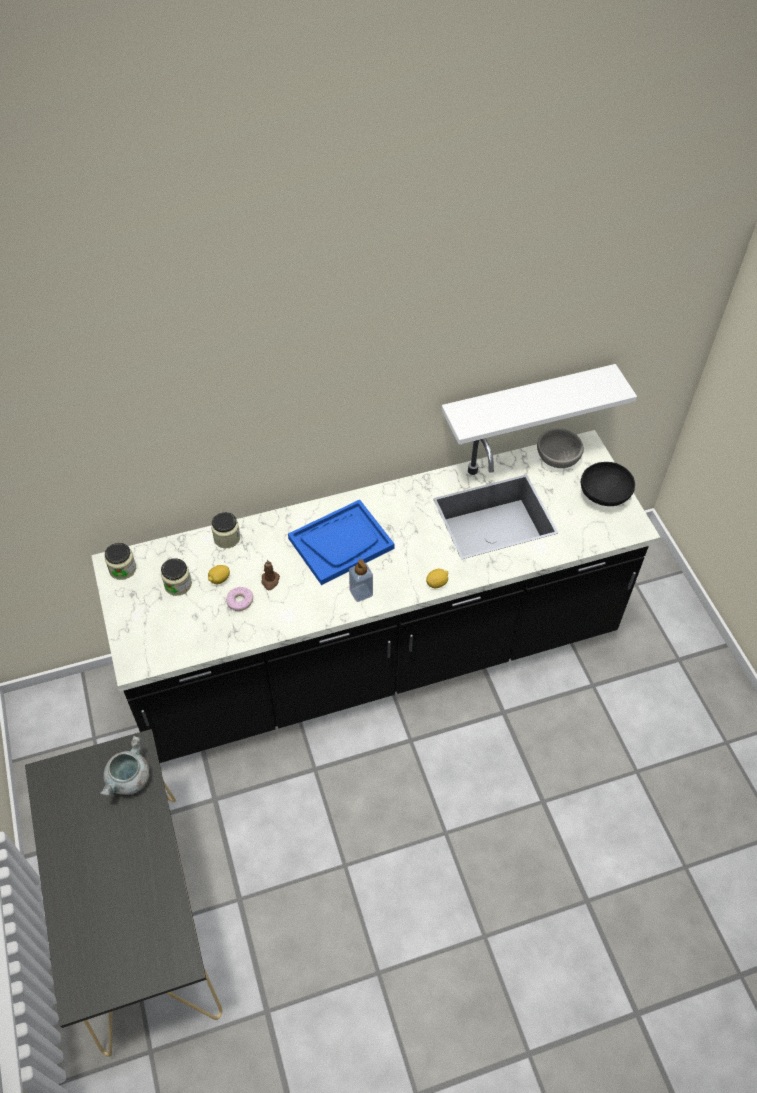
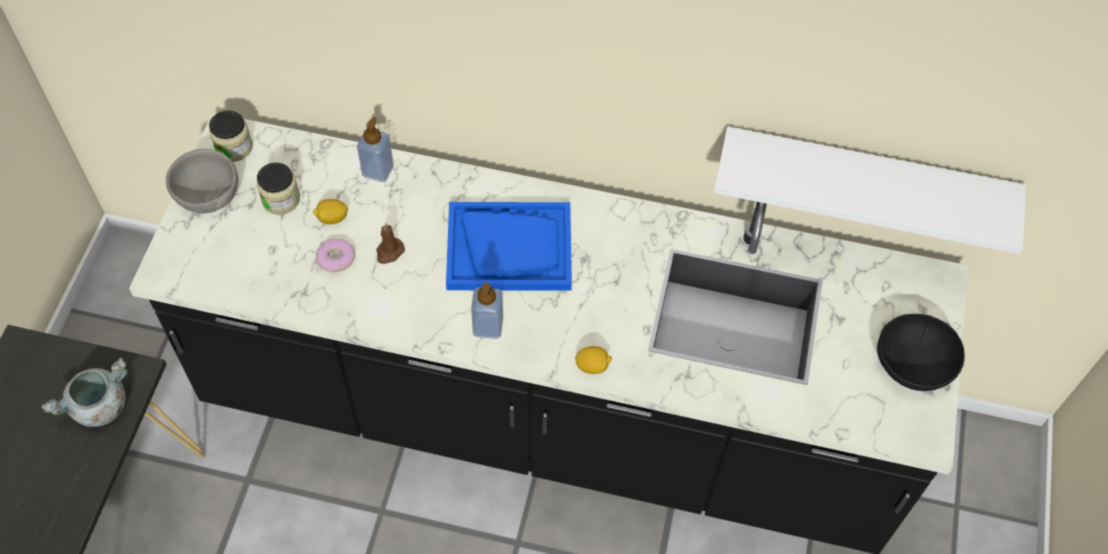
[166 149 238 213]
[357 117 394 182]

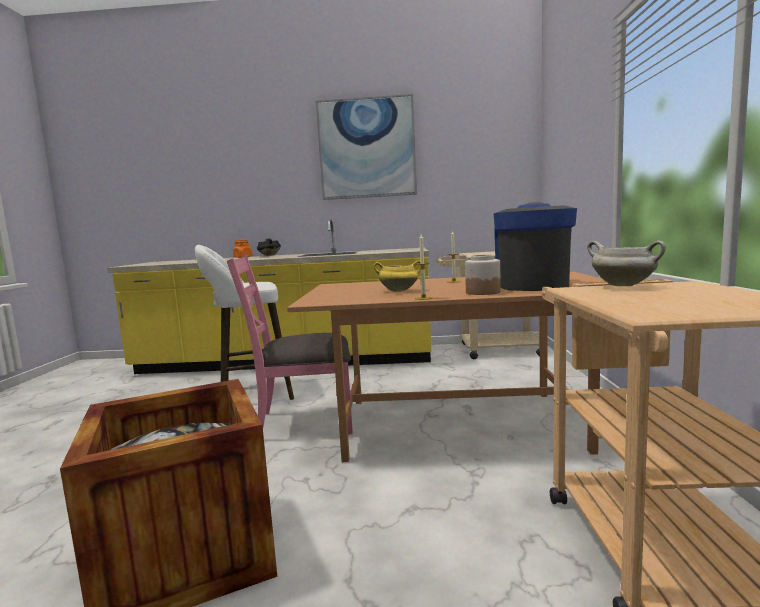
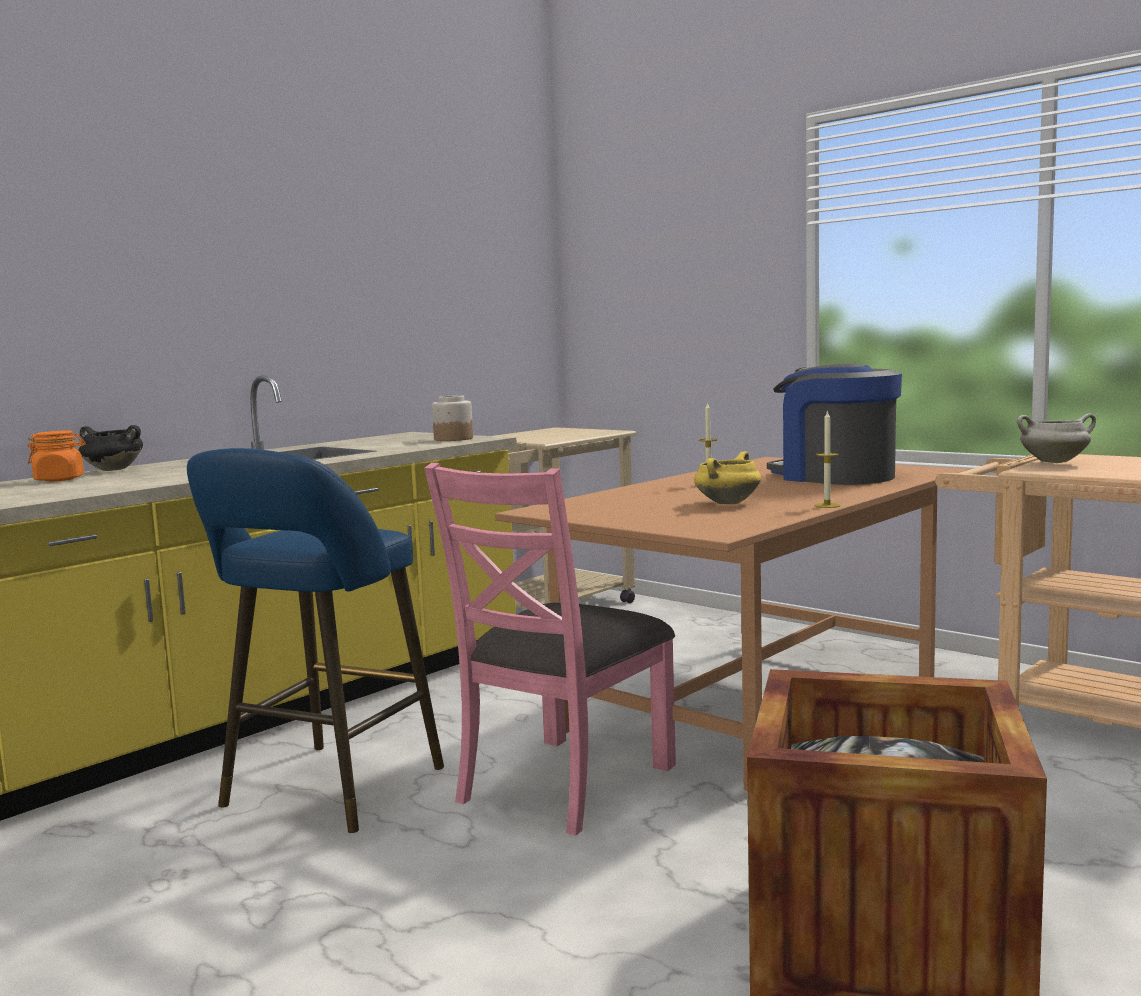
[187 448 444 833]
[432 395 473 441]
[316 94 417 200] (first image)

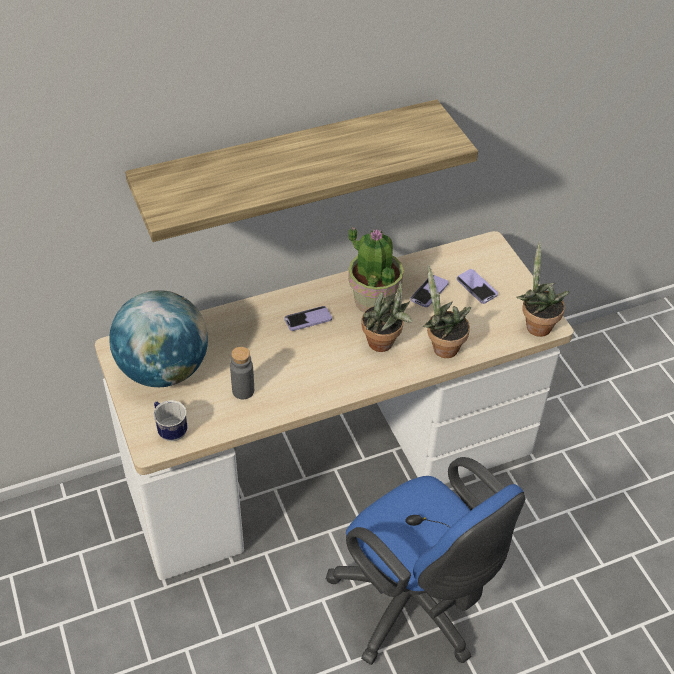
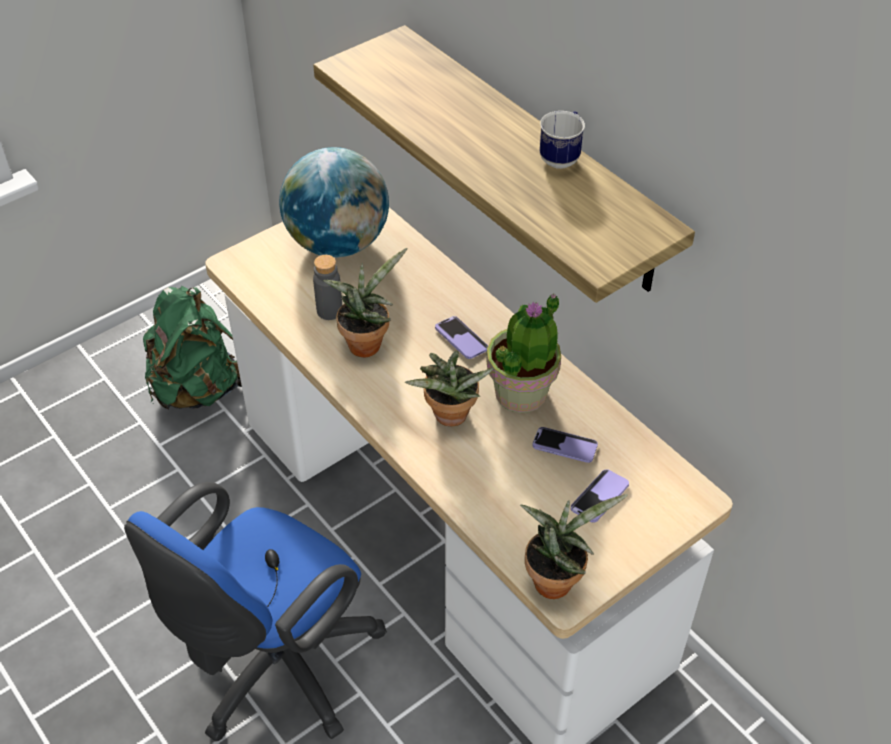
[143 286 242 410]
[323 248 407 357]
[540 111 585 169]

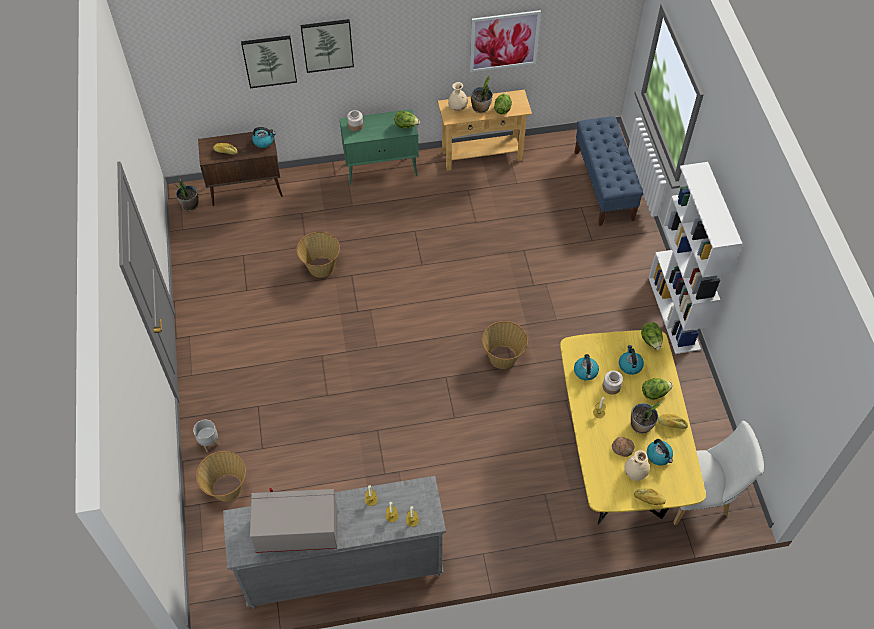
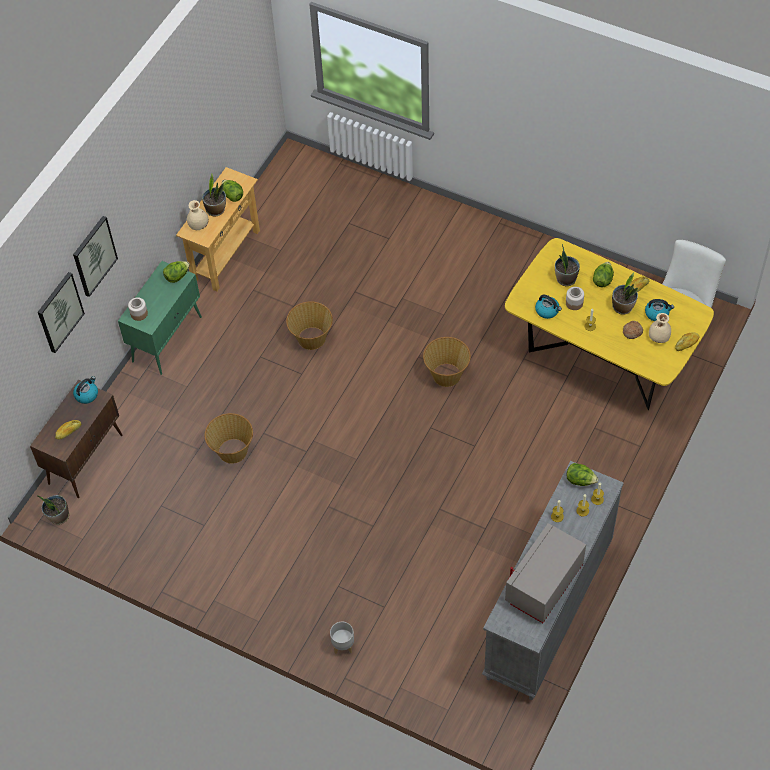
[286 301 333 350]
[555 244 580 286]
[566 463 598 486]
[470 10 541 72] (first image)
[575 117 644 226] (first image)
[648 162 743 354] (first image)

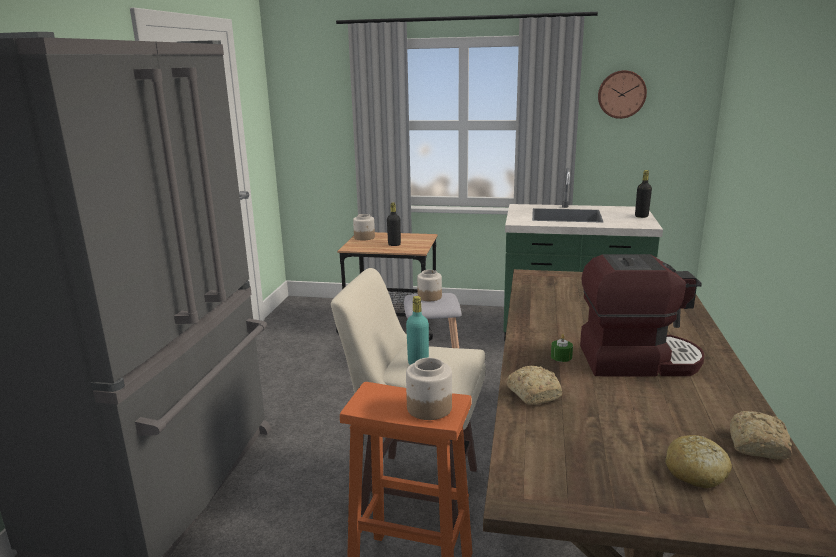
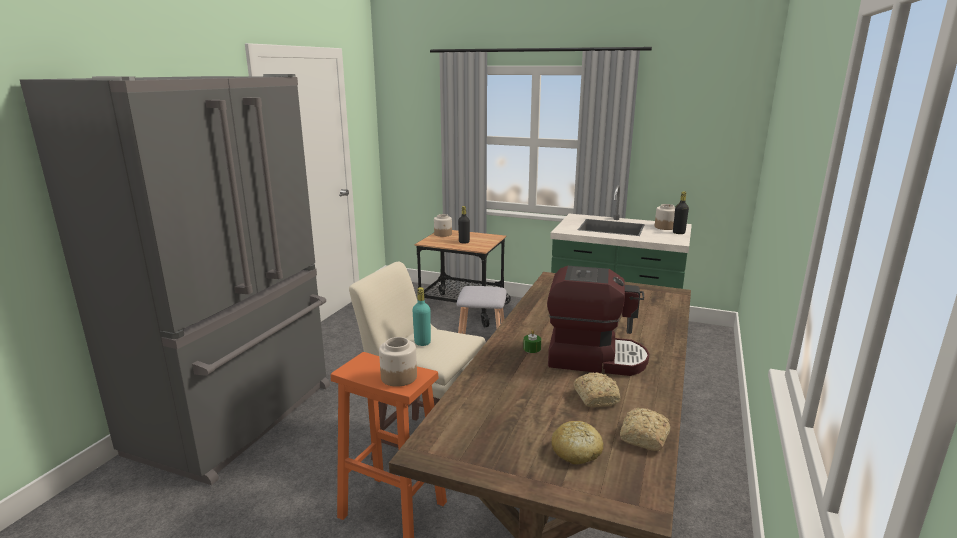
[573 372 620 407]
[655 204 675 230]
[598 70 647 119] (first image)

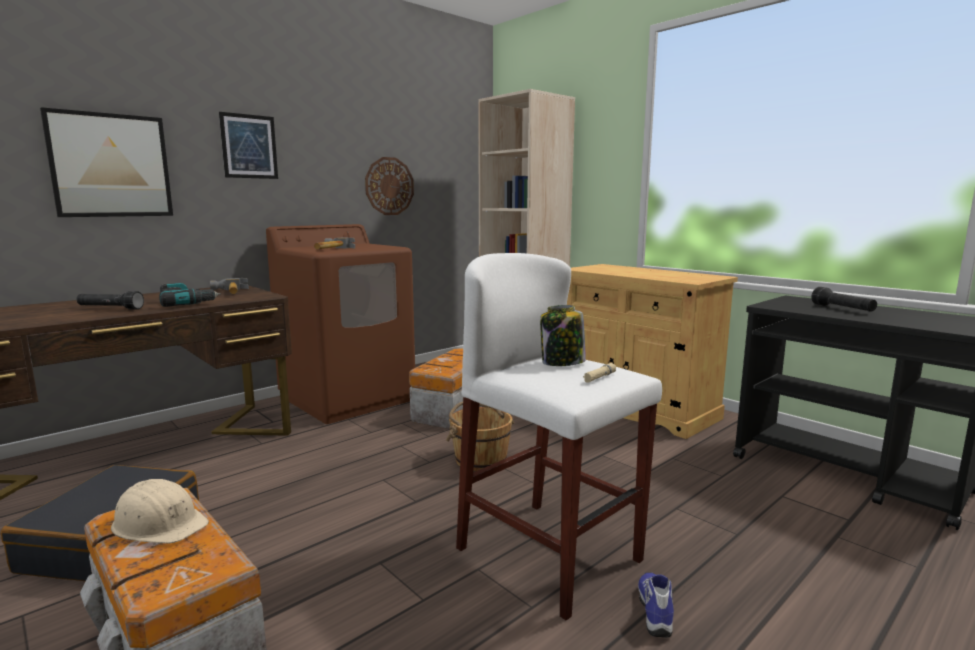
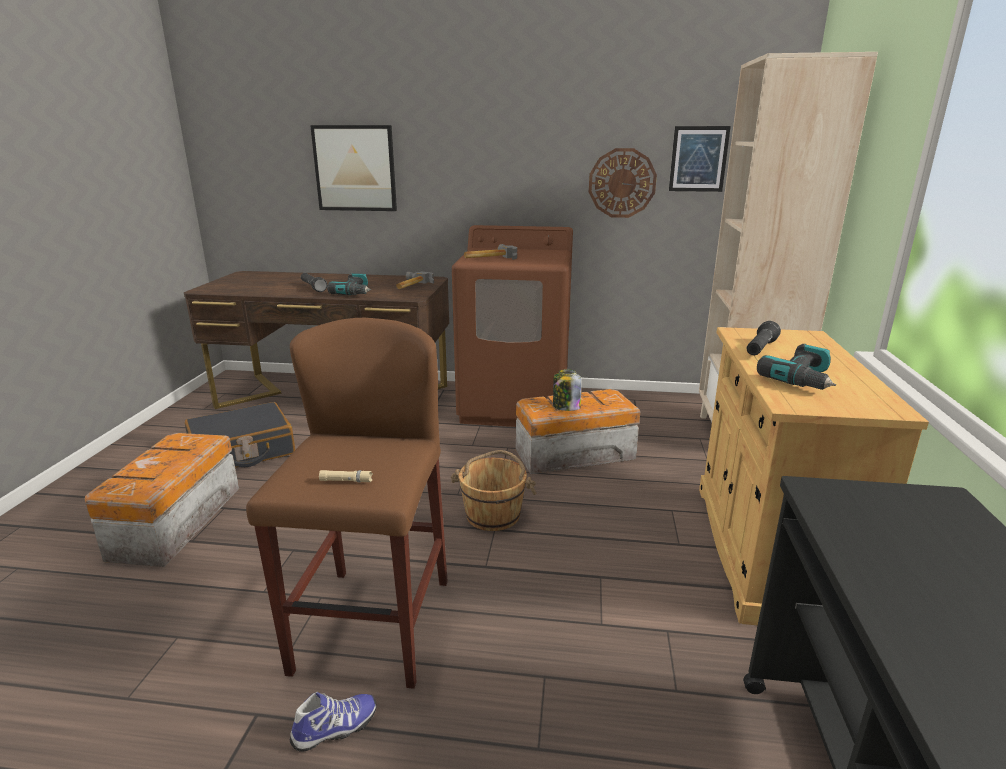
[246 318 447 689]
[553 369 581 411]
[669 126 731 192]
[747 321 781 355]
[757 344 836 390]
[111 479 209 544] (first image)

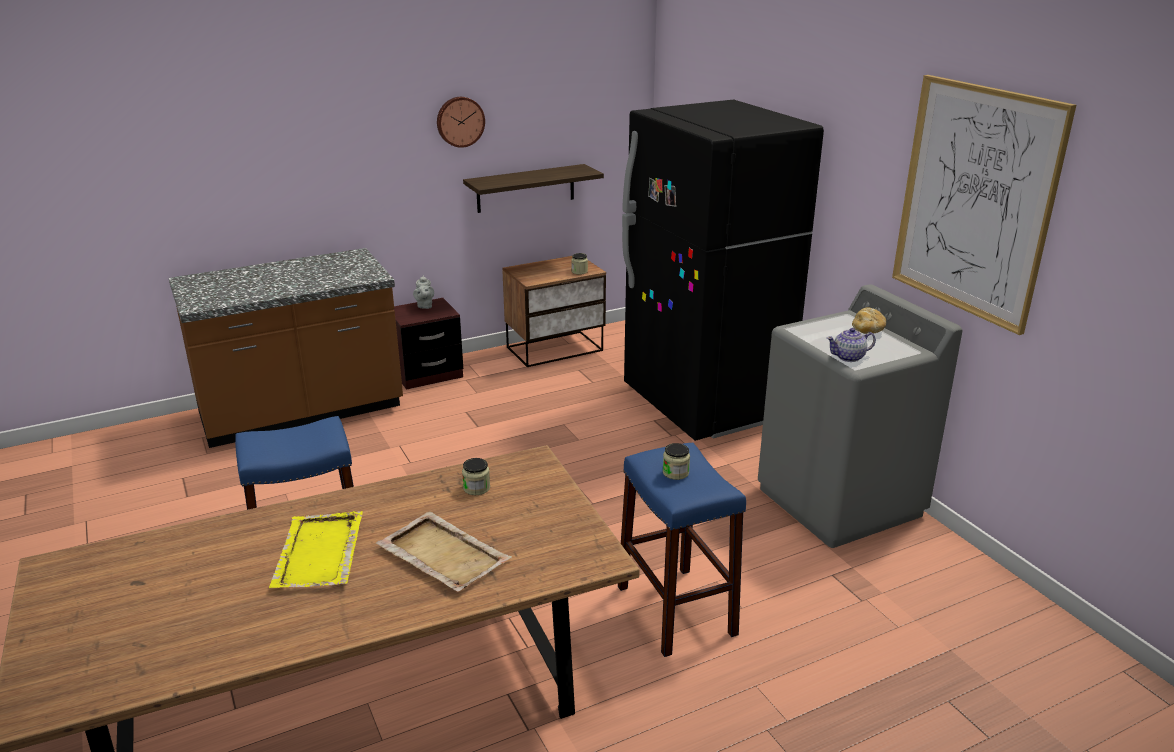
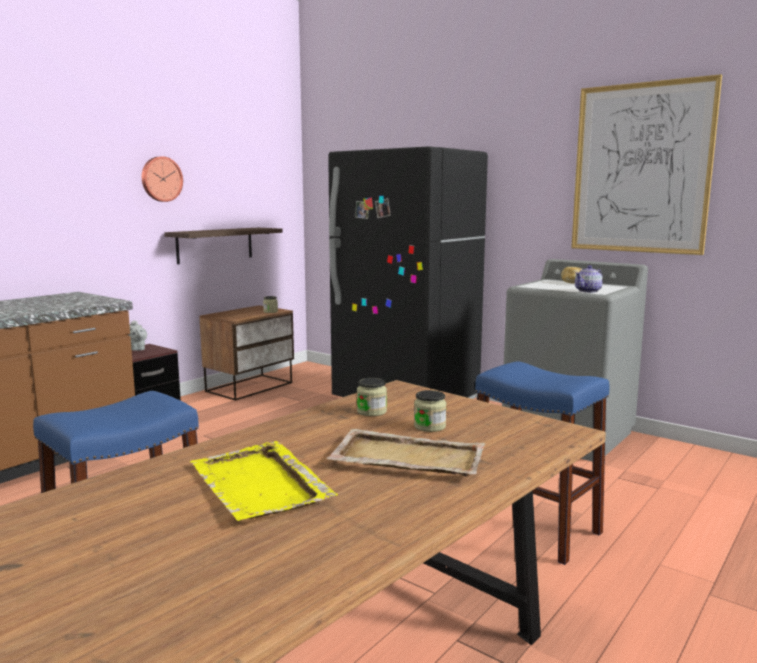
[414 390 446 432]

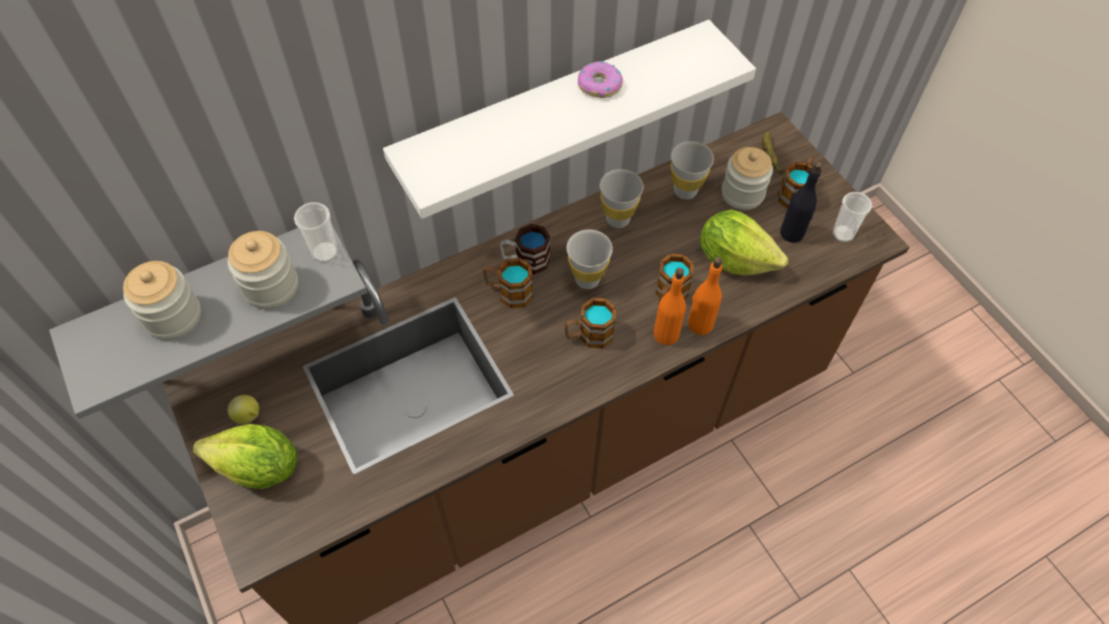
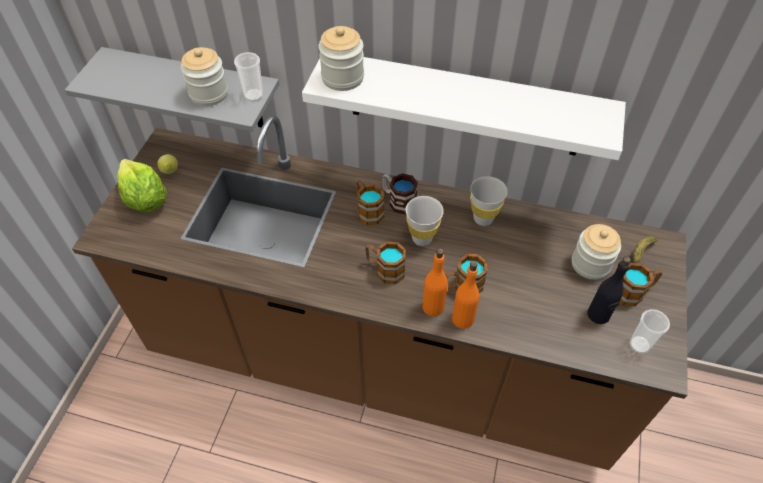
[318 26 364 91]
[578 61 623 98] (first image)
[671 141 714 200] (first image)
[700 209 789 276] (first image)

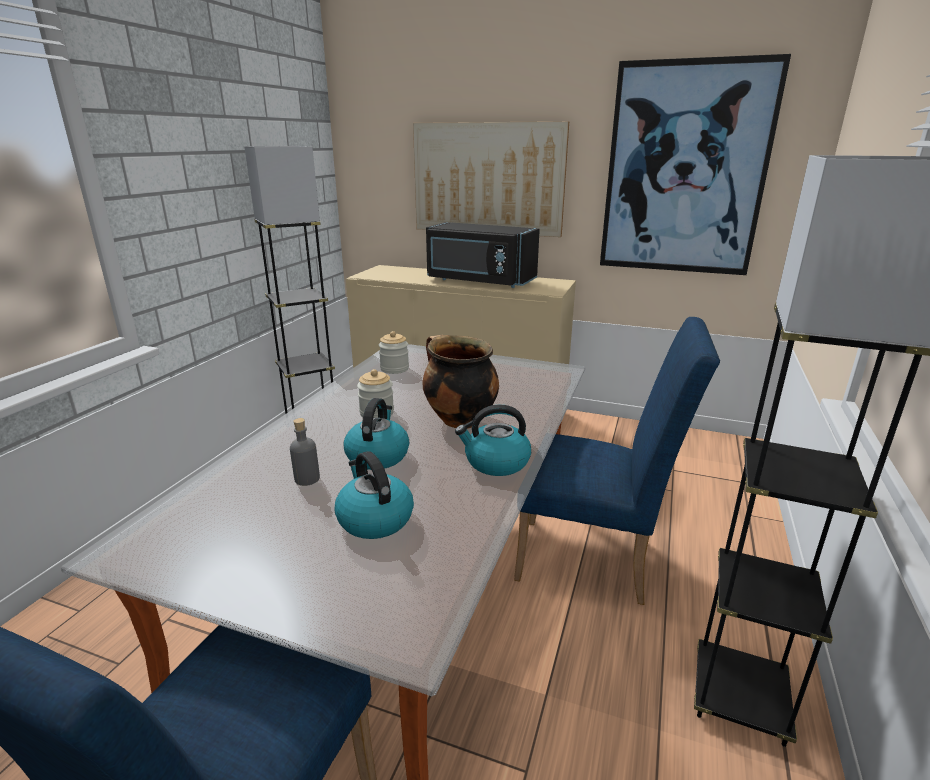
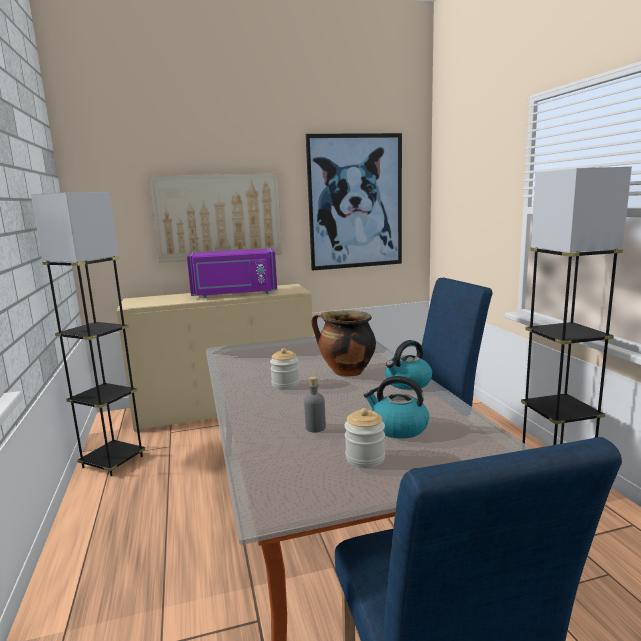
[187 248 277 298]
[344 408 385 468]
[344 398 409 470] (first image)

